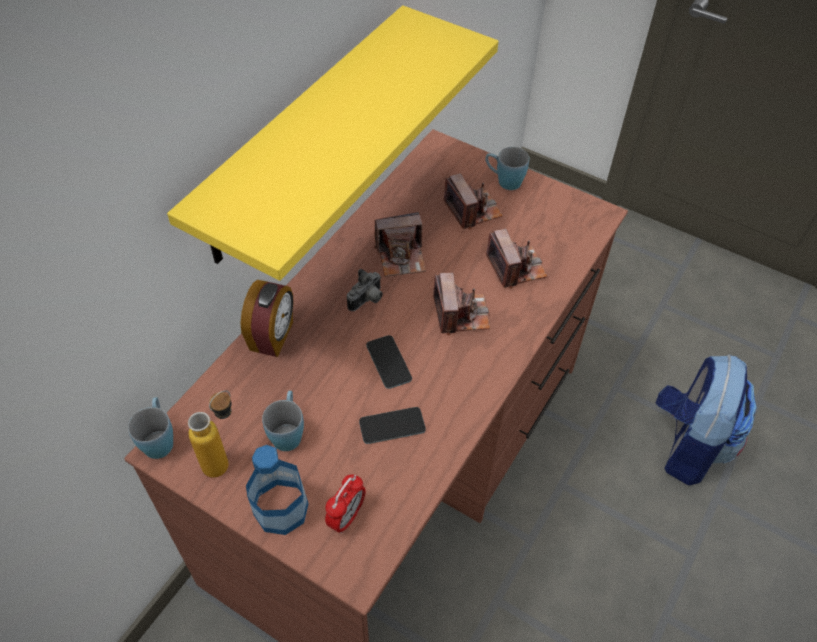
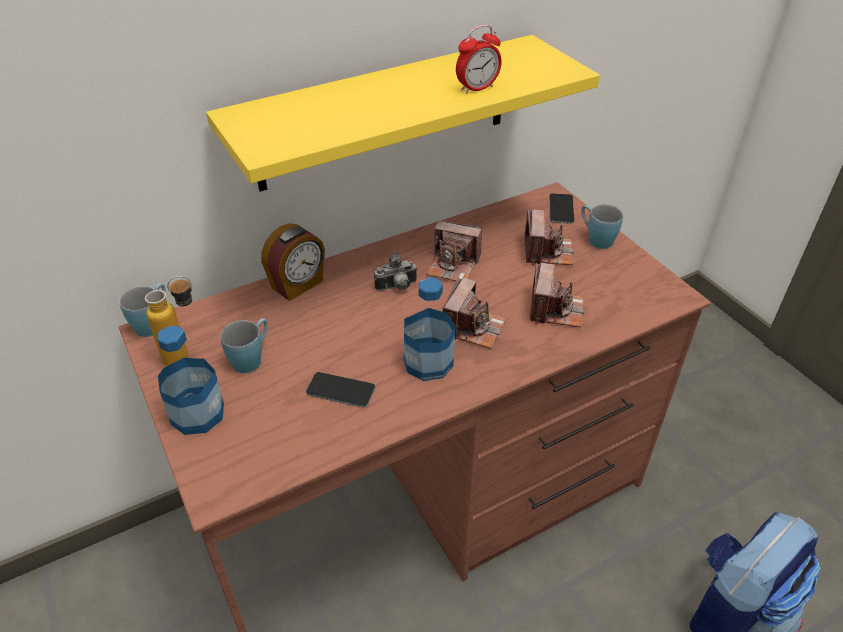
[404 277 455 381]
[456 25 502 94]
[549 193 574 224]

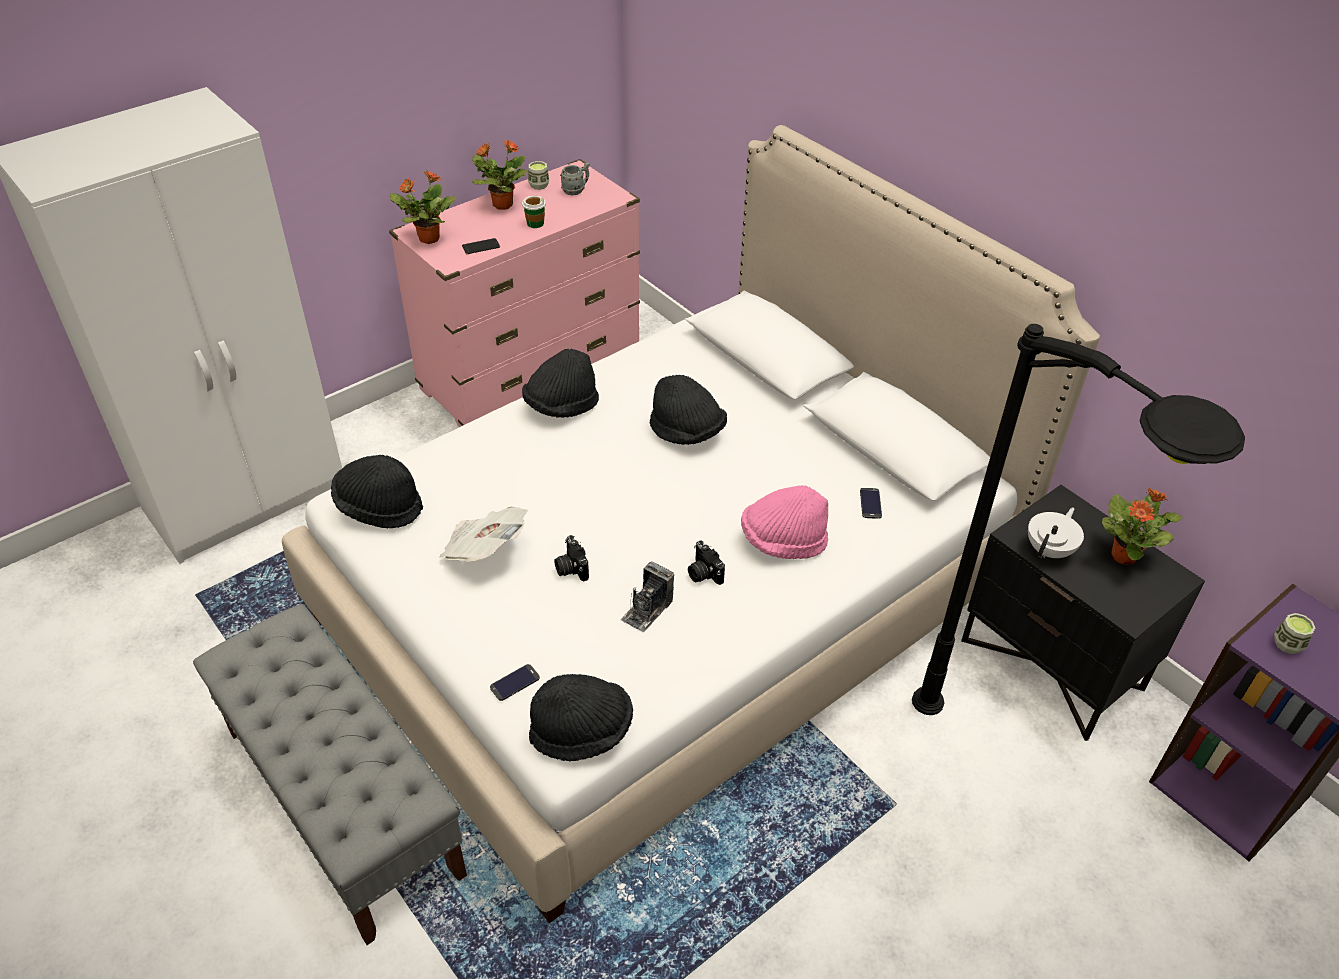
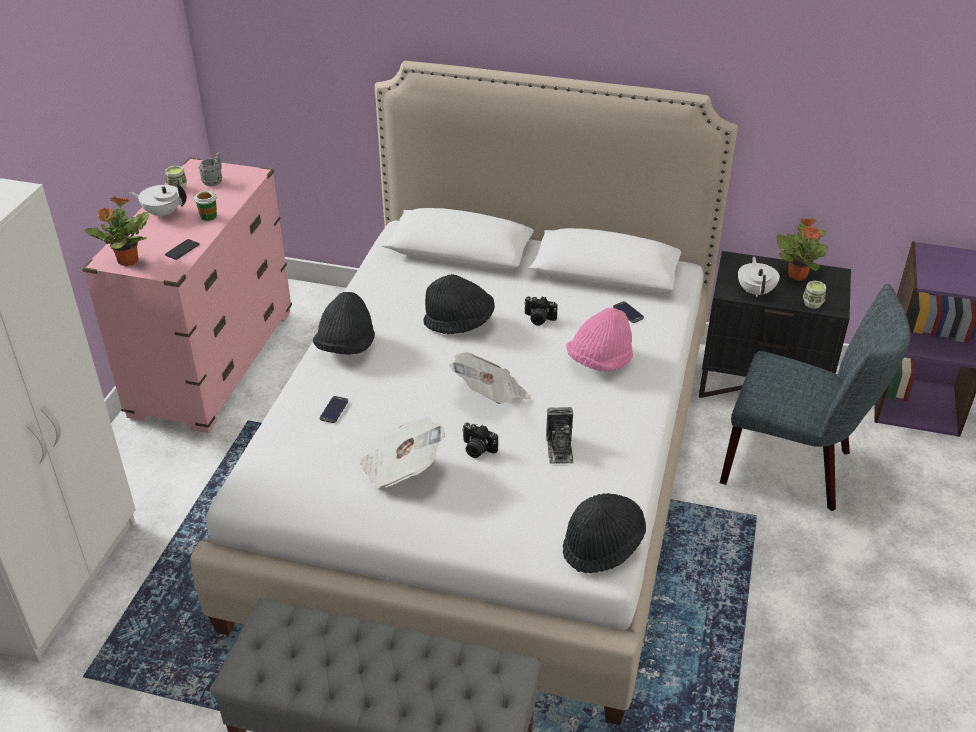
[129 184 187 219]
[320 396 348 423]
[449 352 531 404]
[524 296 558 326]
[720 284 911 511]
[803 281 826 309]
[331 455 423 528] (first image)

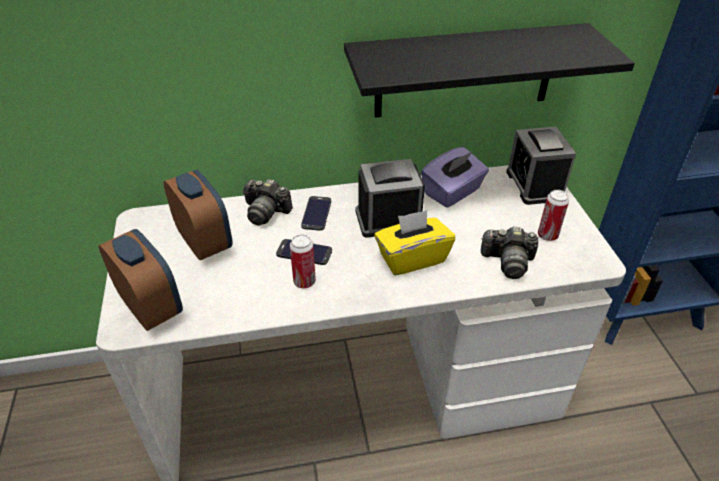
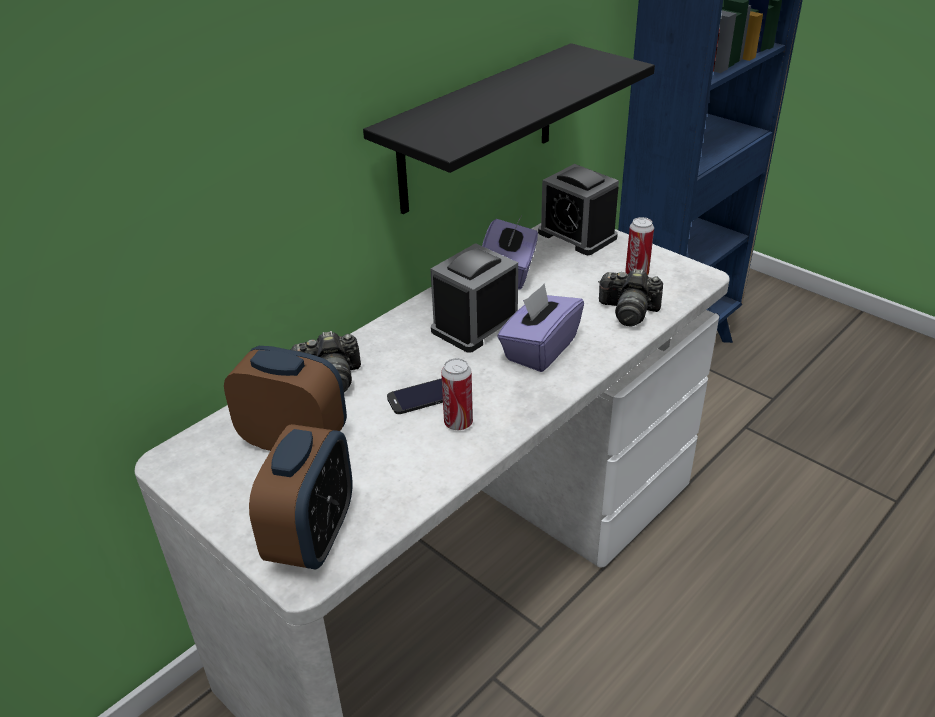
[249 424 352 569]
[497 283 584 372]
[598 268 663 327]
[301 196 331 230] (first image)

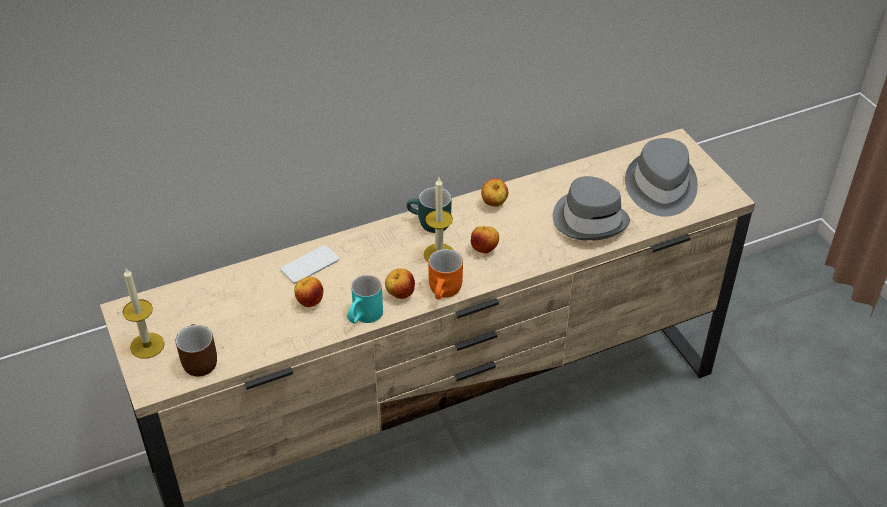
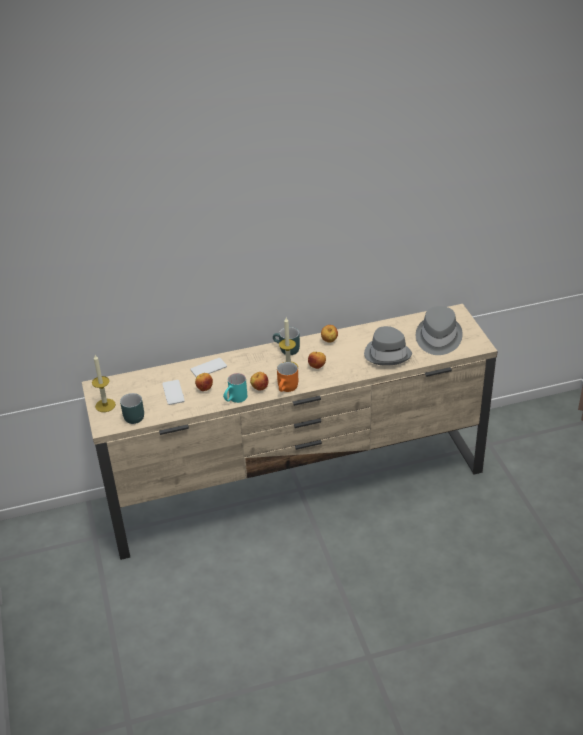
[120 393 144 424]
[162 380 185 405]

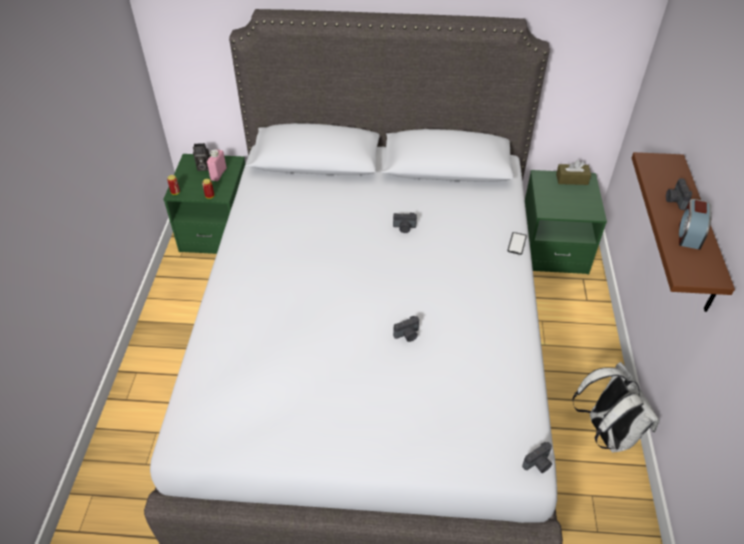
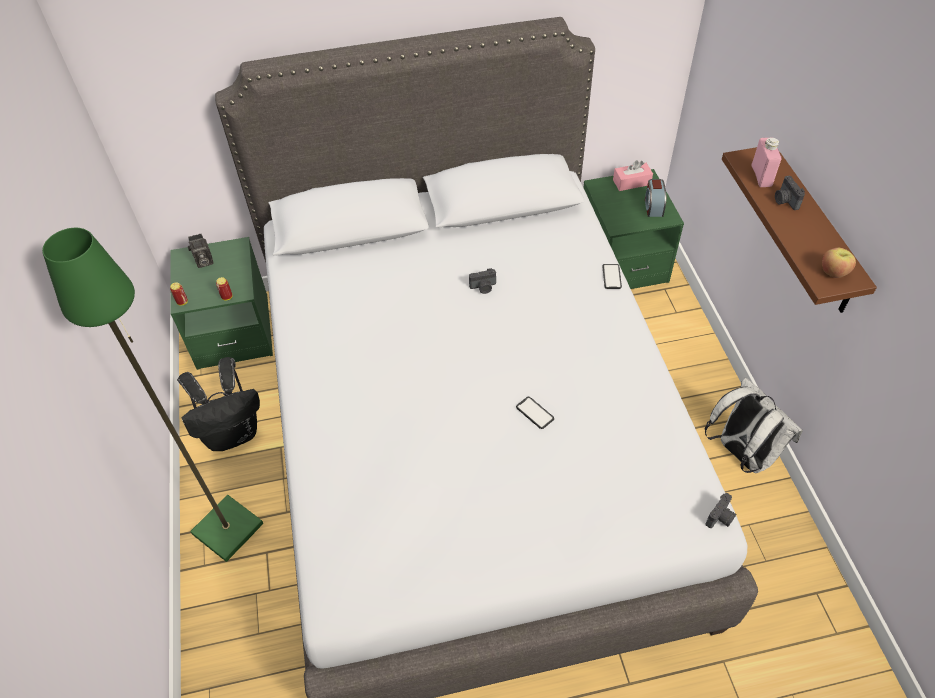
[42 228 263 562]
[177 357 260 451]
[516 397 554 429]
[613 160 653 191]
[645 179 666 217]
[751 138 782 187]
[822 248 856 278]

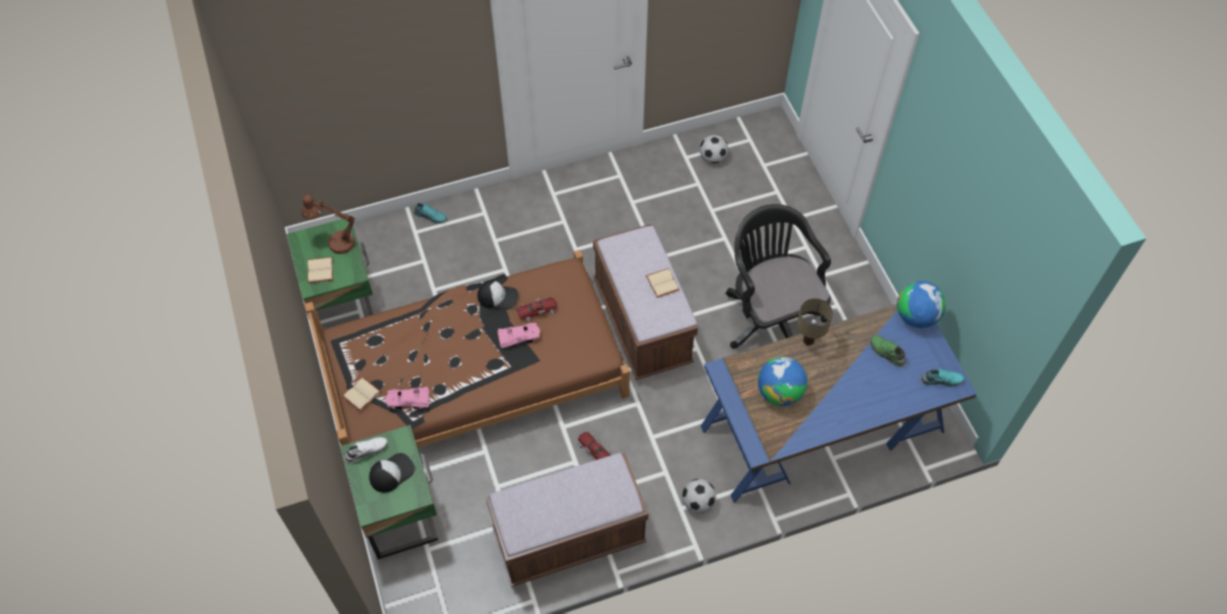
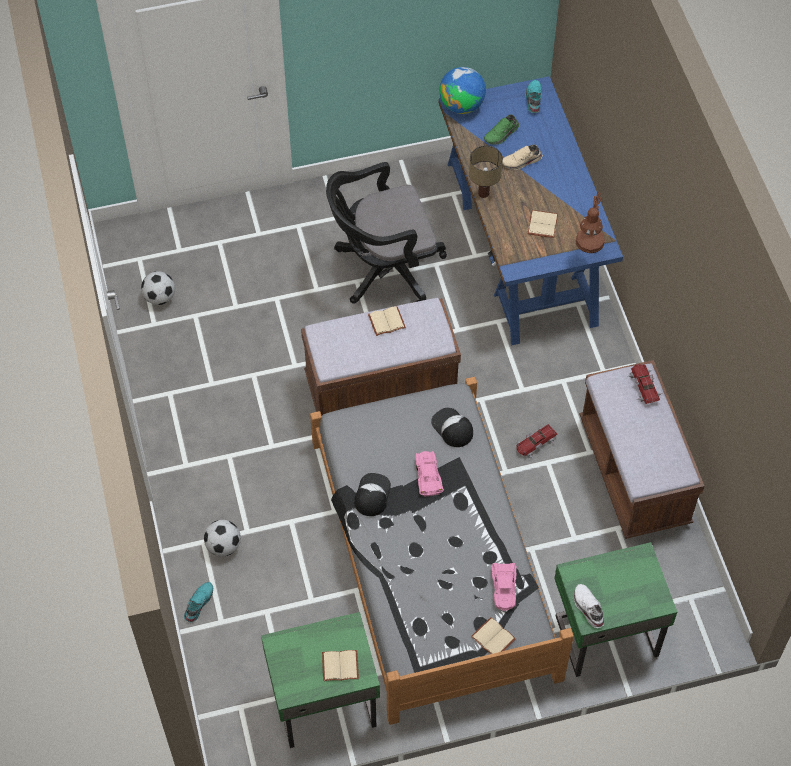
[204 520 241 557]
[310 377 574 725]
[431 407 473 447]
[502 144 543 170]
[527 210 558 238]
[575 192 605 253]
[627 364 661 404]

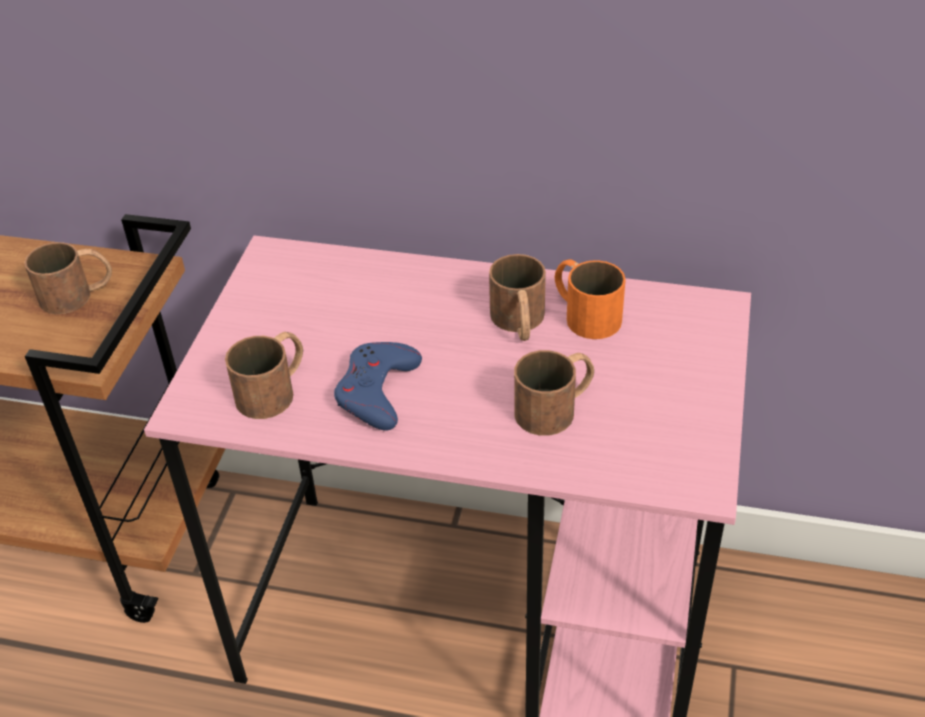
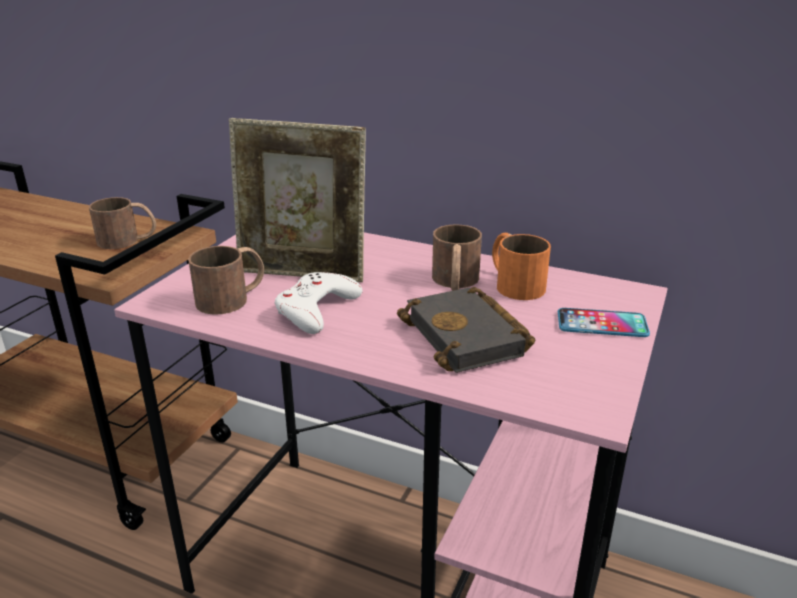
[229 118 366 282]
[275 272 362 334]
[397 287 535 373]
[558 308 650 337]

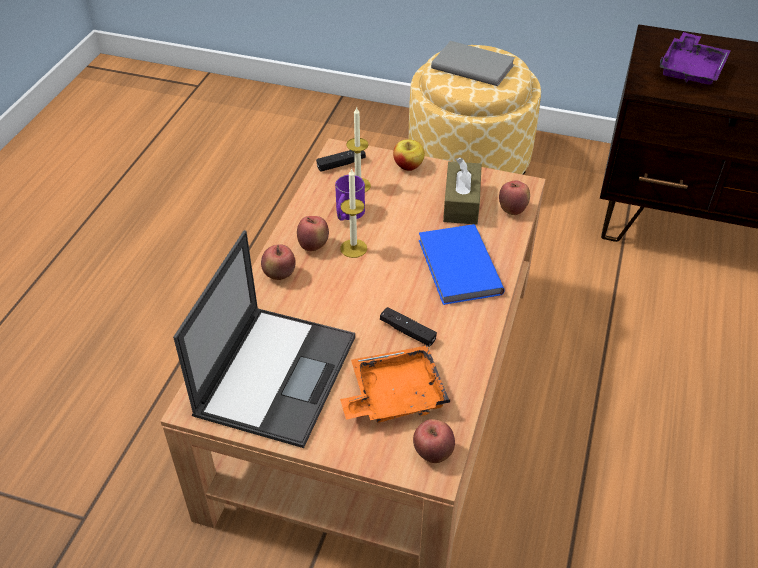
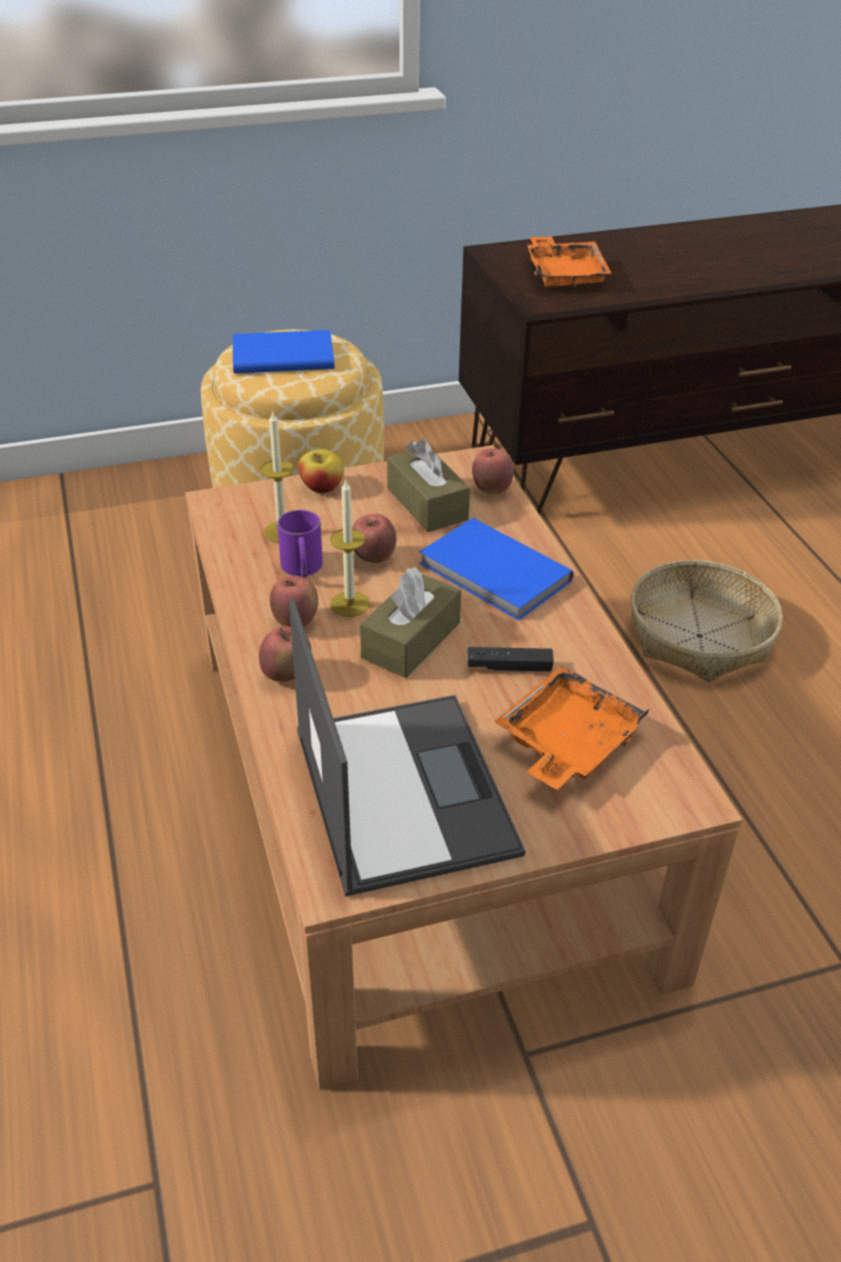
[233 330 335 374]
[352 513 396 563]
[360 567 461 678]
[527 236 612 288]
[631 560 783 682]
[316 150 366 172] (first image)

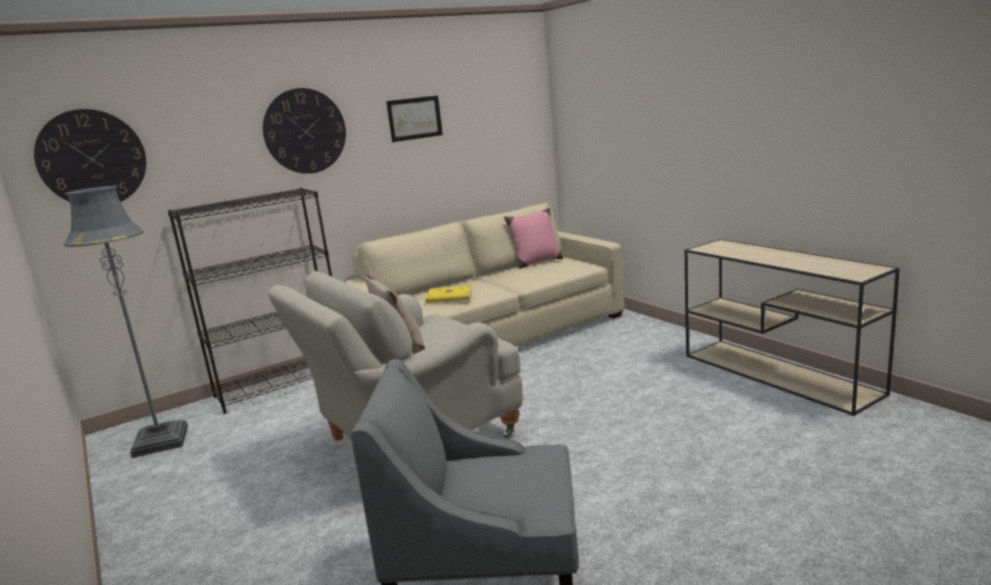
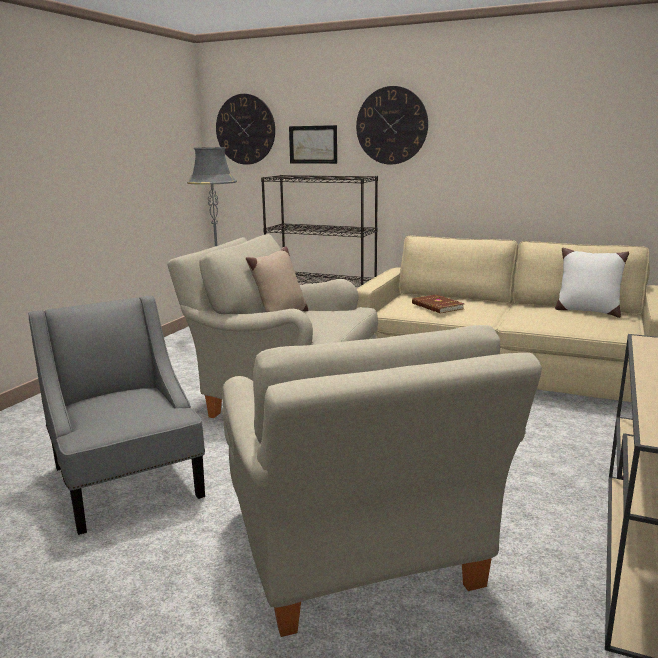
[222 325 542 637]
[289 125 337 164]
[412 295 464 313]
[555 248 629 318]

